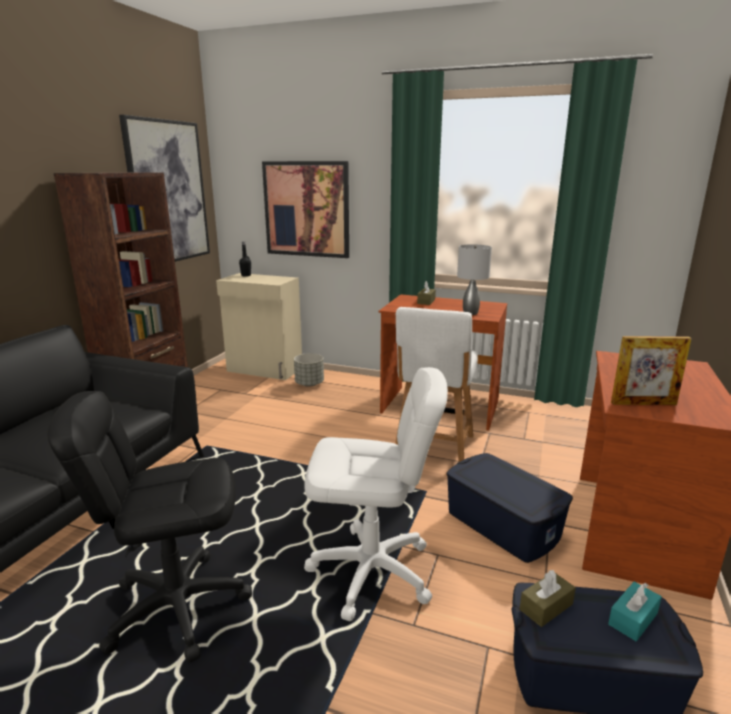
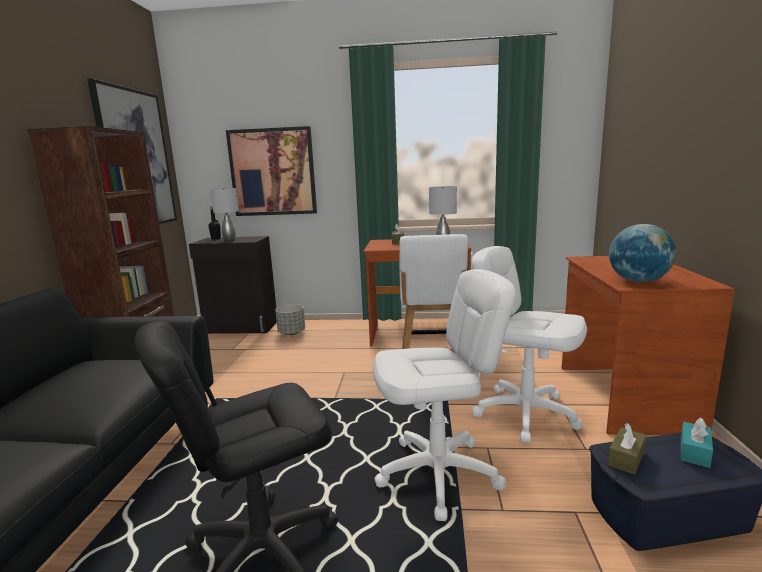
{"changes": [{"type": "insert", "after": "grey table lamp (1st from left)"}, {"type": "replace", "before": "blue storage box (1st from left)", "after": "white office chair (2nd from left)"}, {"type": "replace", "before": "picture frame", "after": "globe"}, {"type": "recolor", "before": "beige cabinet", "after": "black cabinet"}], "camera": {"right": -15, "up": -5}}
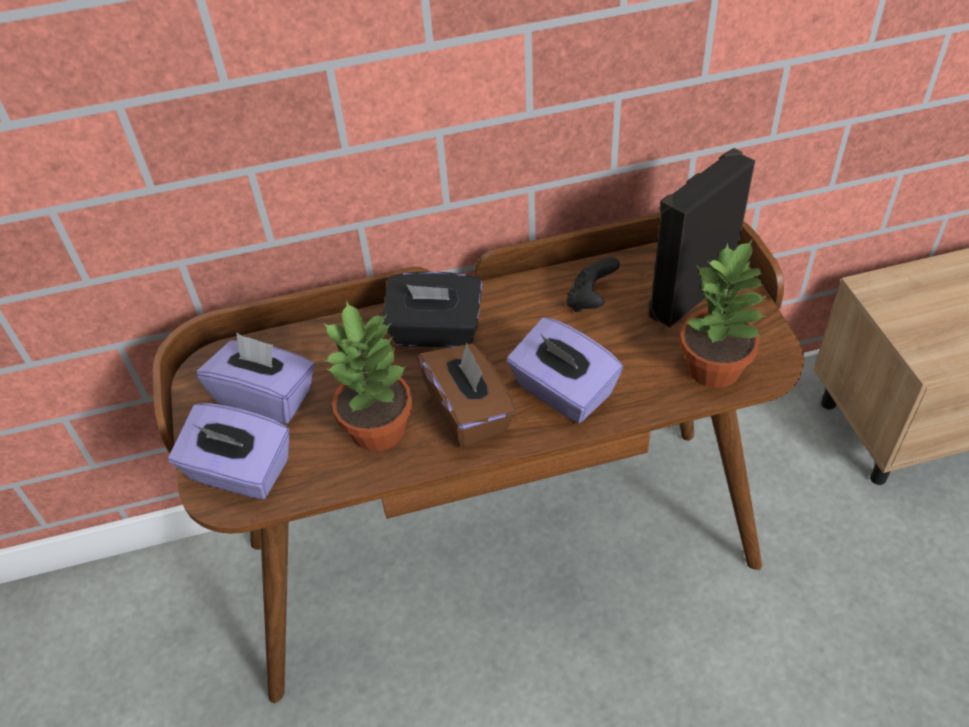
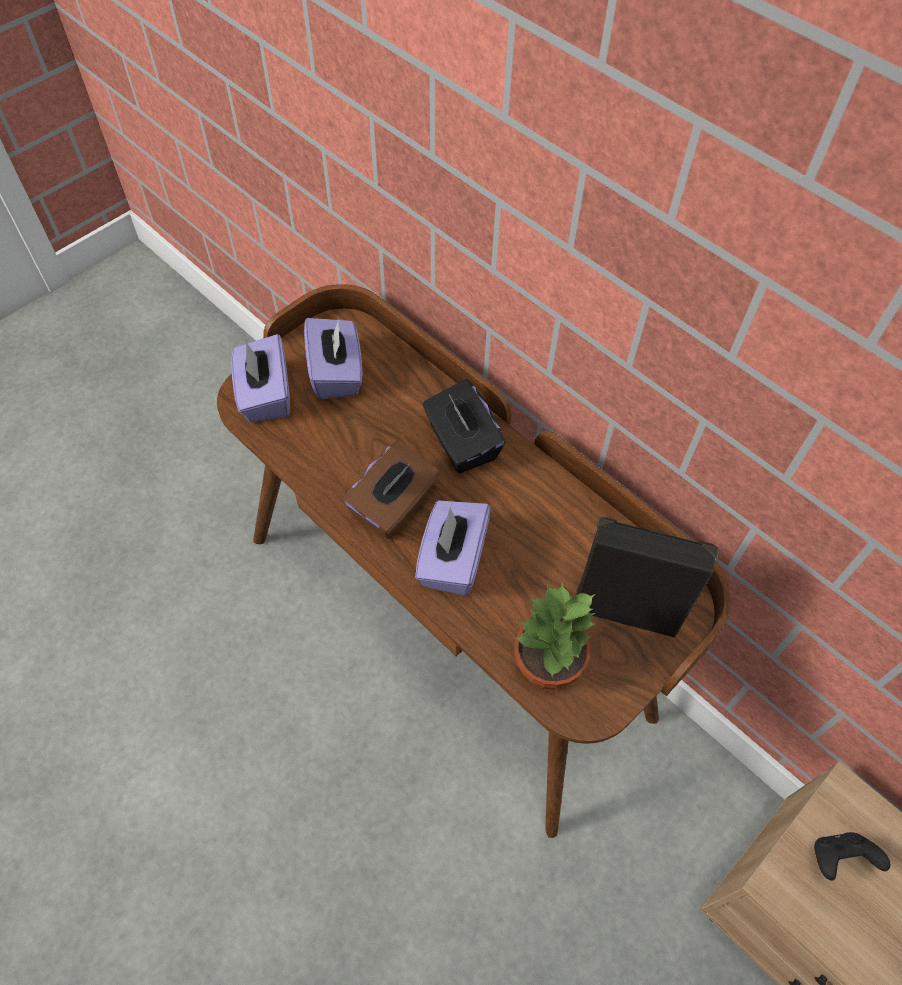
{"changes": [{"type": "delete", "before": "potted plant (1st from left)"}, {"type": "move", "before": "black game controller"}], "camera": {"right": 55, "up": 10}}
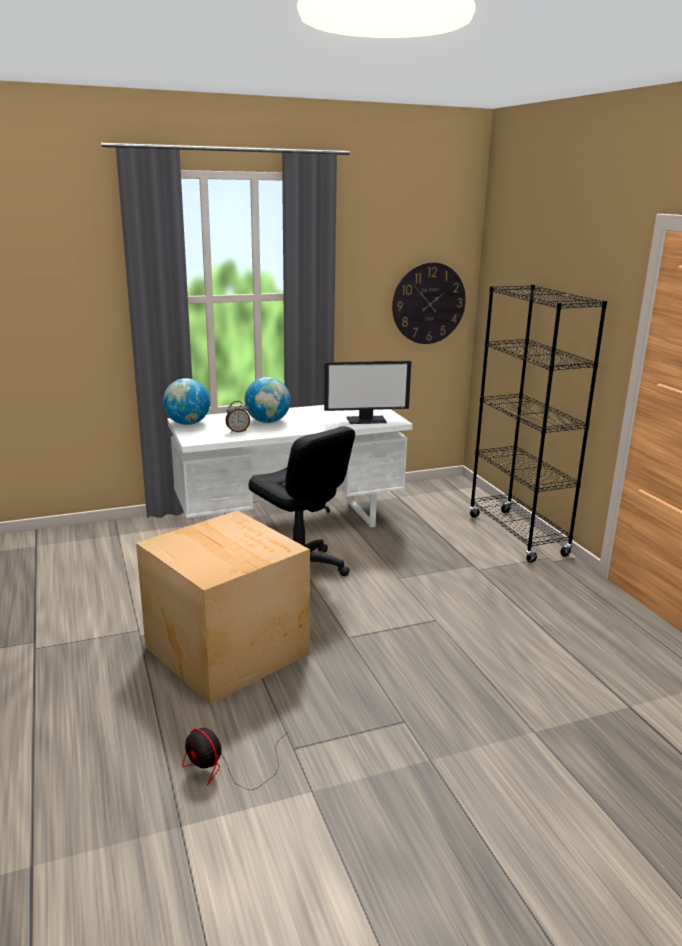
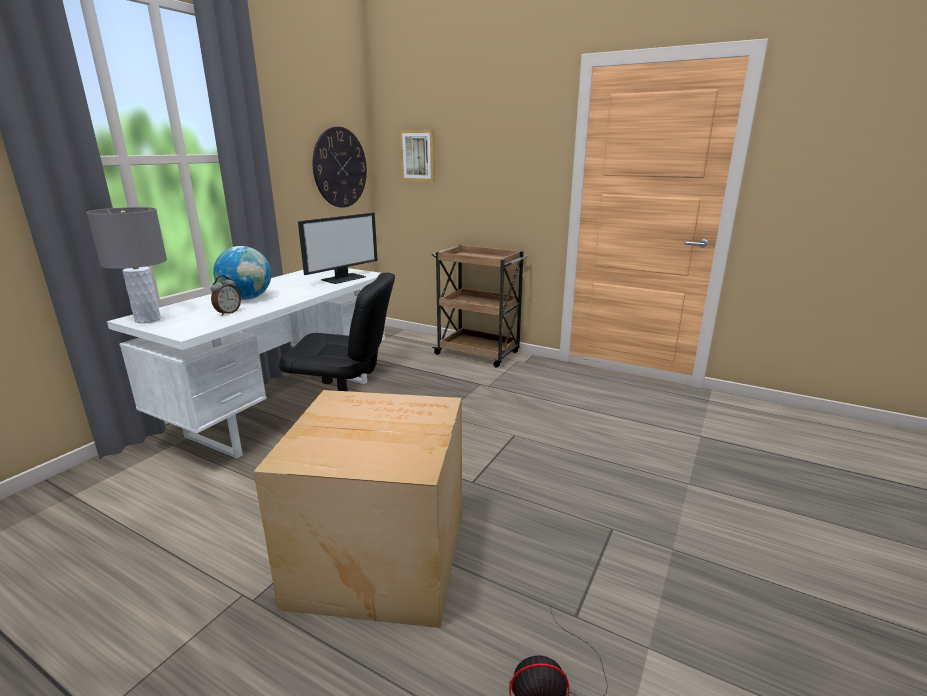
{"changes": [{"type": "insert", "after": "picture"}, {"type": "replace", "before": "globe (1st from left)", "after": "grey table lamp"}, {"type": "replace", "before": "black bookcase", "after": "brown cart"}], "camera": {"right": -40, "up": 0}}
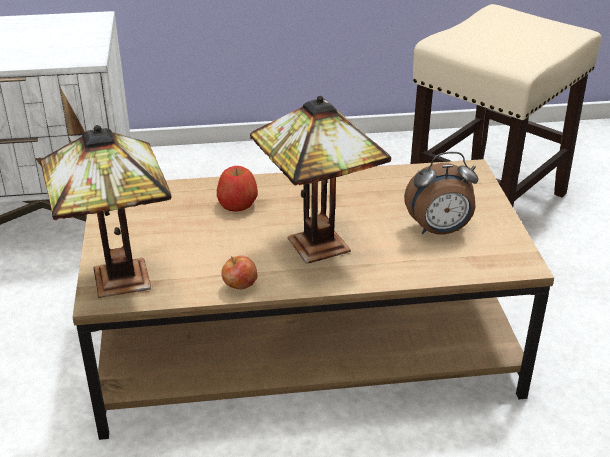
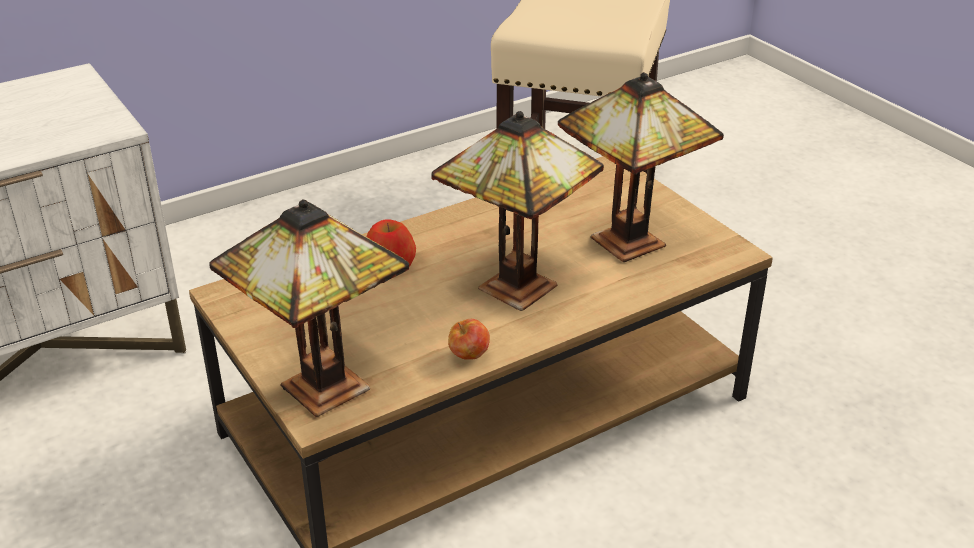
{"changes": [{"type": "replace", "before": "alarm clock", "after": "table lamp (3rd from left)"}], "camera": {"right": -25, "up": 0}}
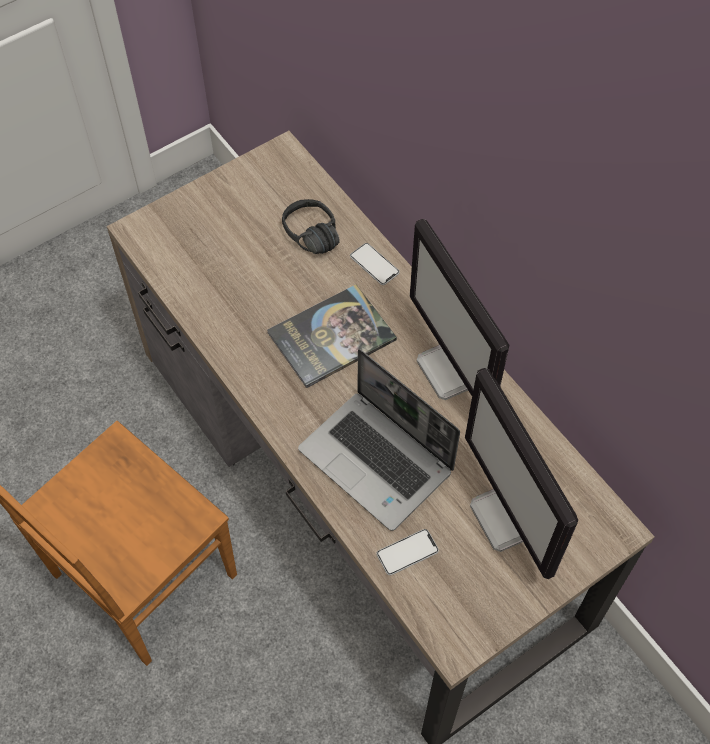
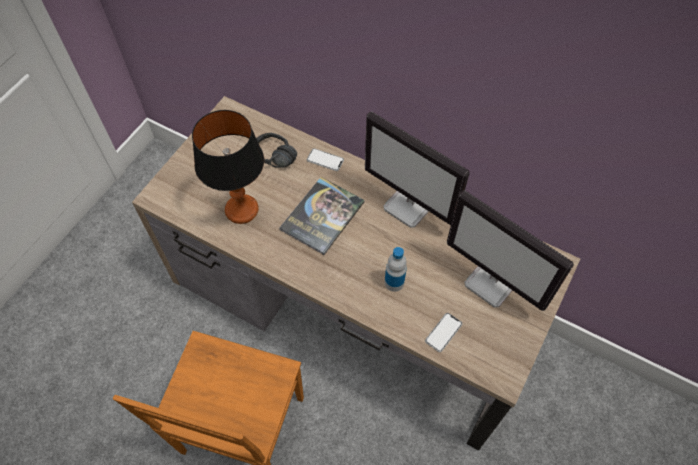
{"changes": [{"type": "insert", "after": "table lamp"}, {"type": "replace", "before": "laptop", "after": "bottle"}], "camera": {"right": -25, "up": 0}}
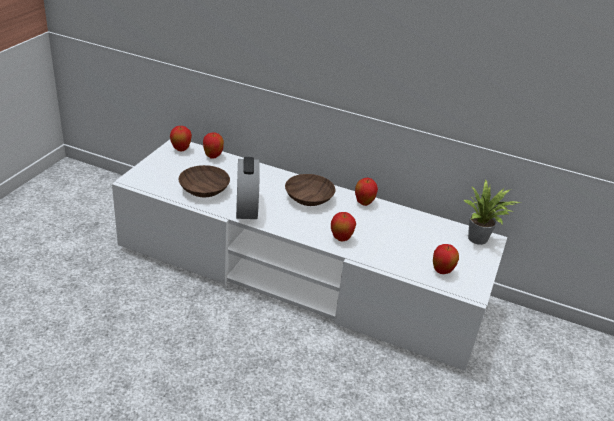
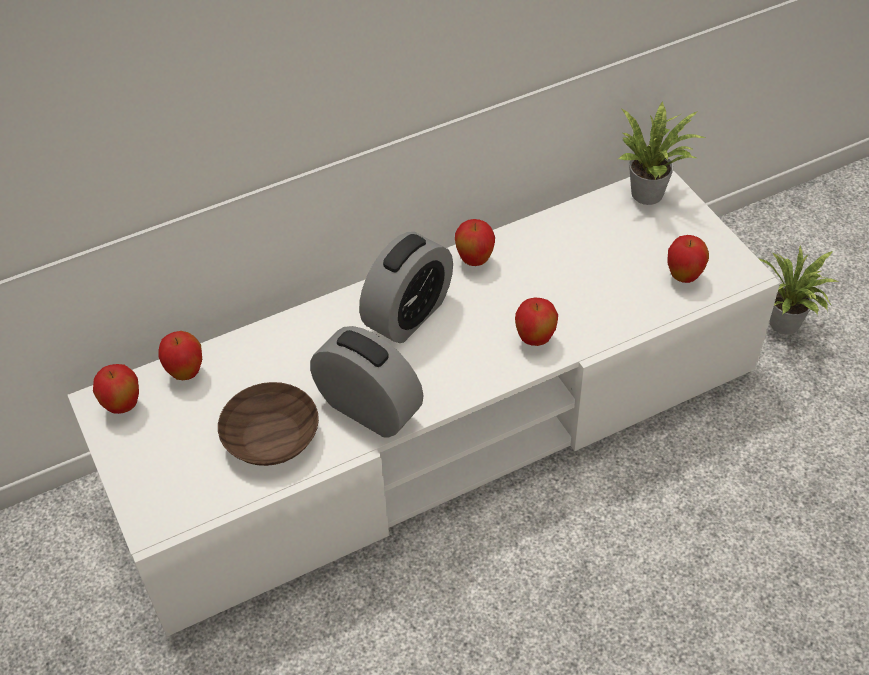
{"changes": [{"type": "insert", "after": "potted plant (2nd from left)"}, {"type": "replace", "before": "brown bowl (2nd from left)", "after": "alarm clock (2nd from left)"}], "camera": {"right": -45, "up": 15}}
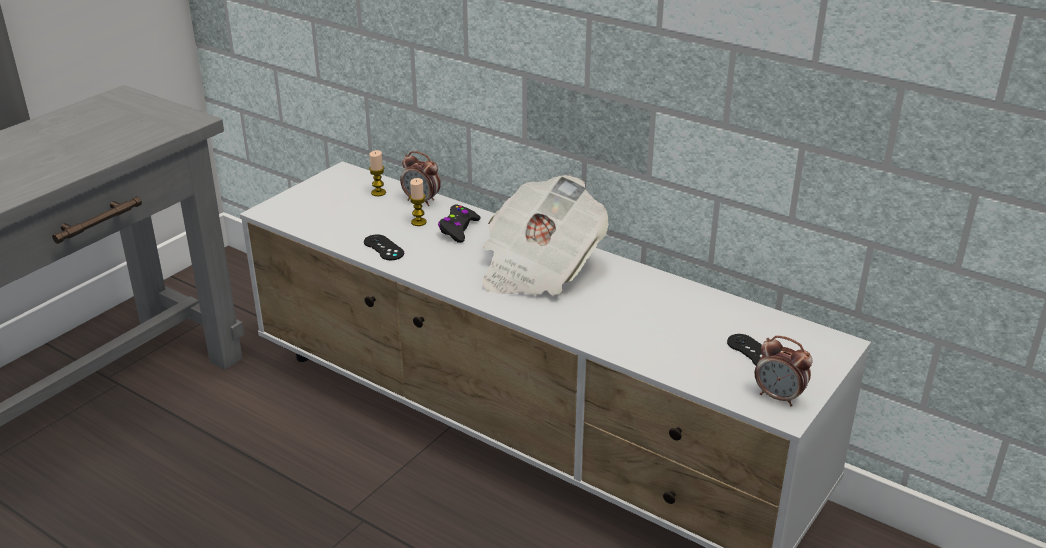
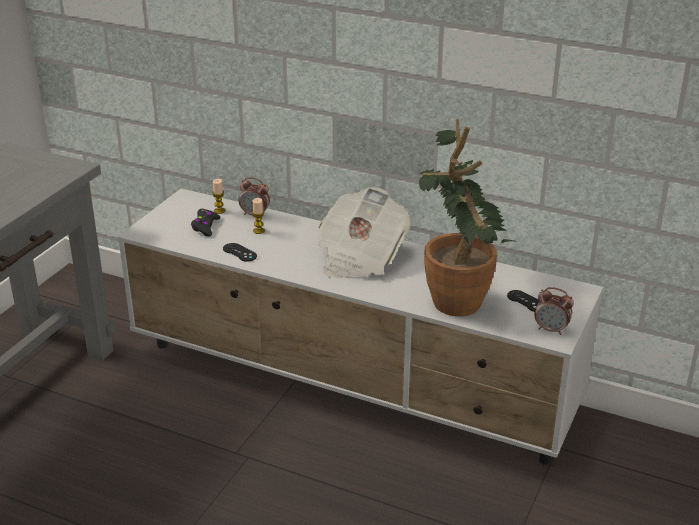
{"changes": [{"type": "insert", "after": "potted plant"}, {"type": "move", "before": "black game controller (2nd from left in the first image)", "after": "black game controller (1st from left)"}], "camera": {"right": -10, "up": 0}}
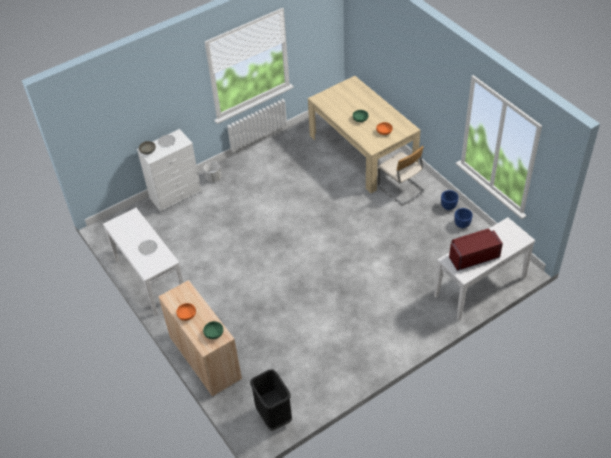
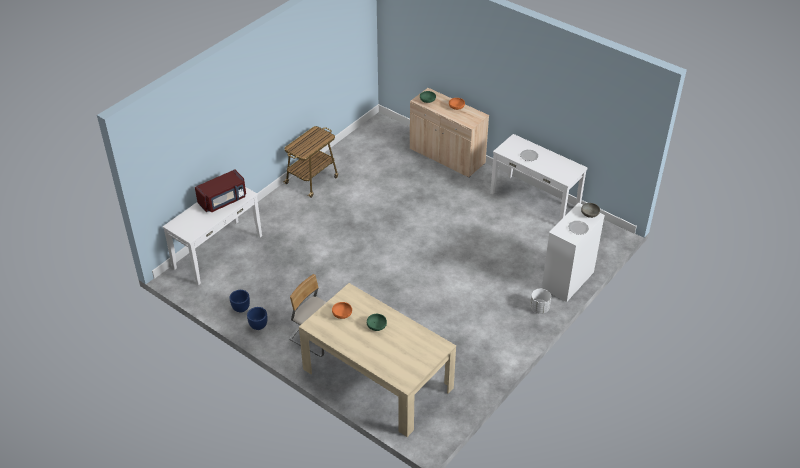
{"changes": [{"type": "delete", "before": "black trash can"}, {"type": "insert", "after": "cart"}], "camera": {"right": 160, "up": -5}}
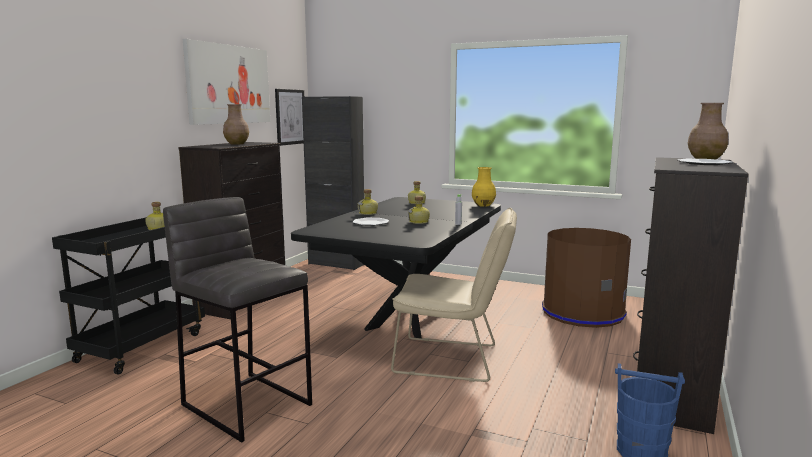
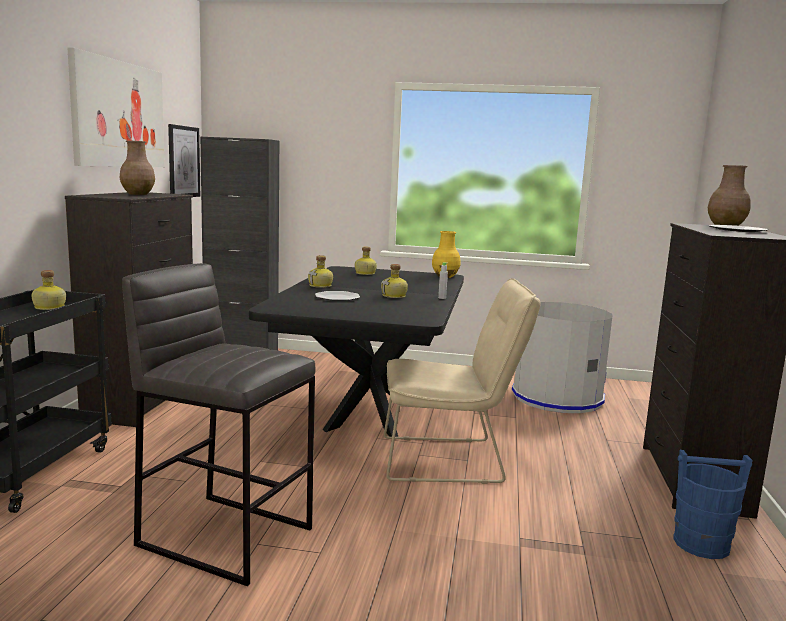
{"changes": [{"type": "recolor", "before": "brown trash can", "after": "grey trash can"}], "camera": {"right": -15, "up": 0}}
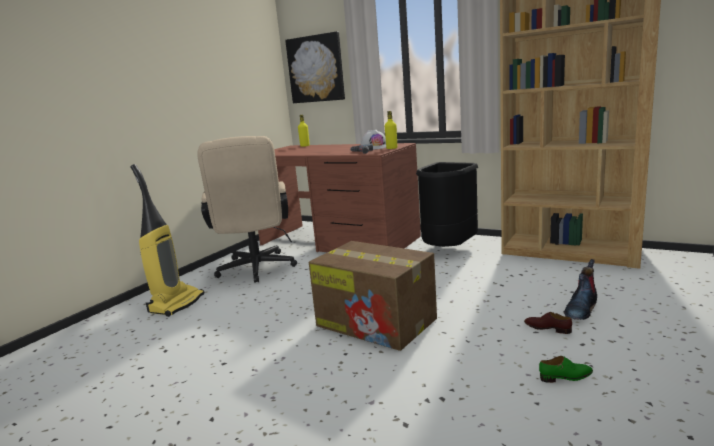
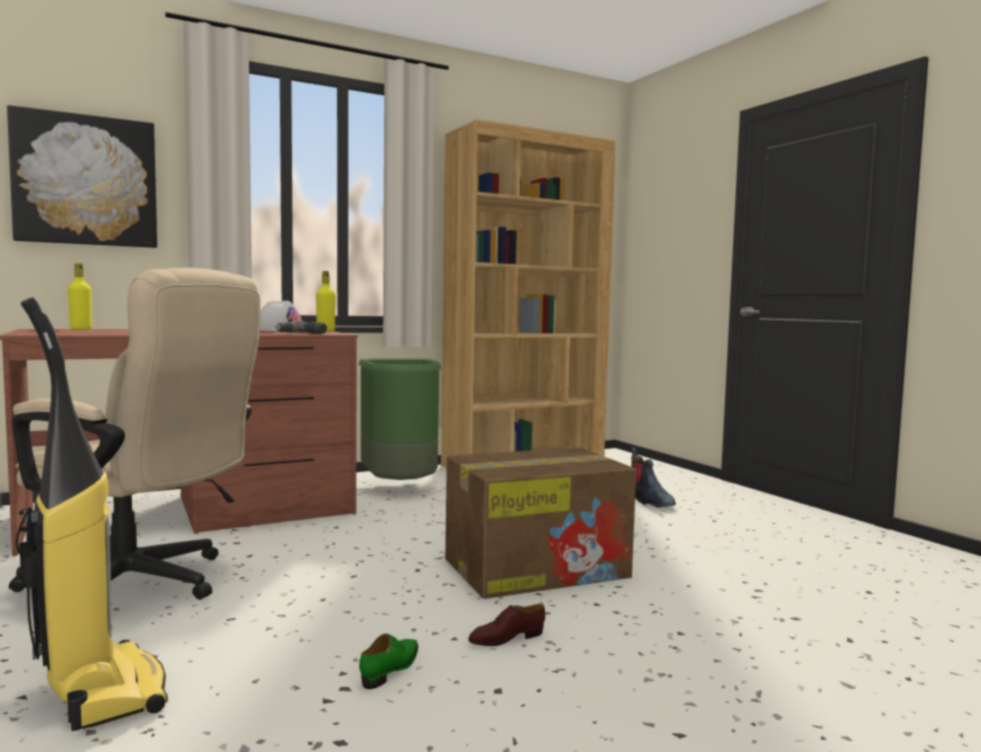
{"changes": [{"type": "move", "before": "brown shoe"}, {"type": "move", "before": "green shoe"}, {"type": "recolor", "before": "black trash can", "after": "green trash can"}], "camera": {"right": -60, "up": -10}}
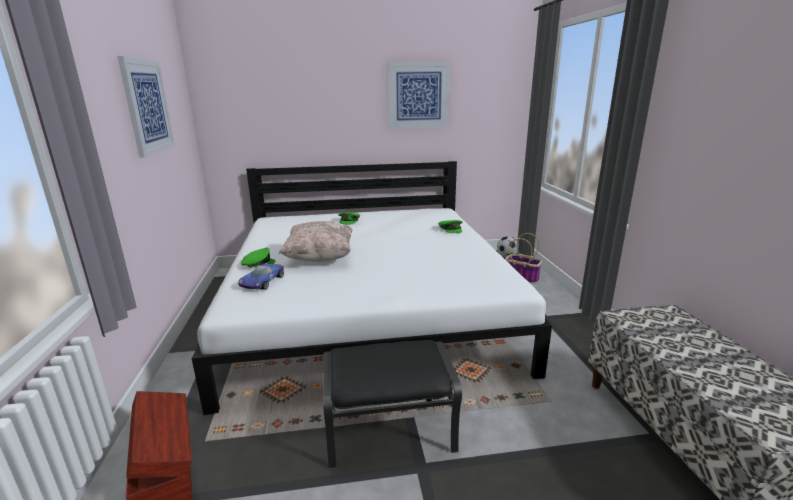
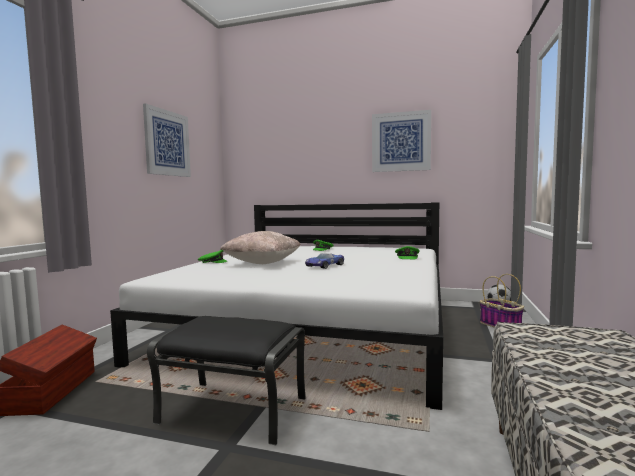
{"changes": [{"type": "move", "before": "toy car"}], "camera": {"right": 25, "up": -15}}
